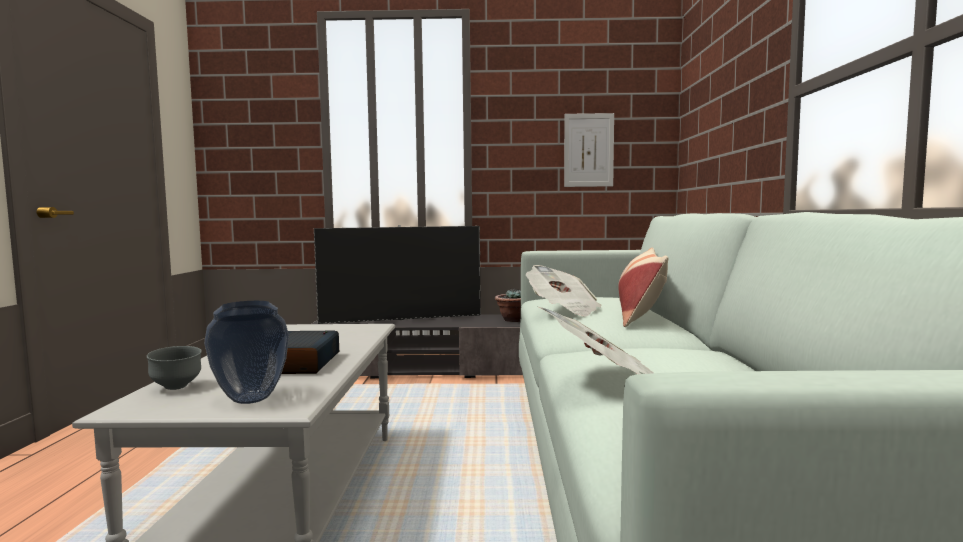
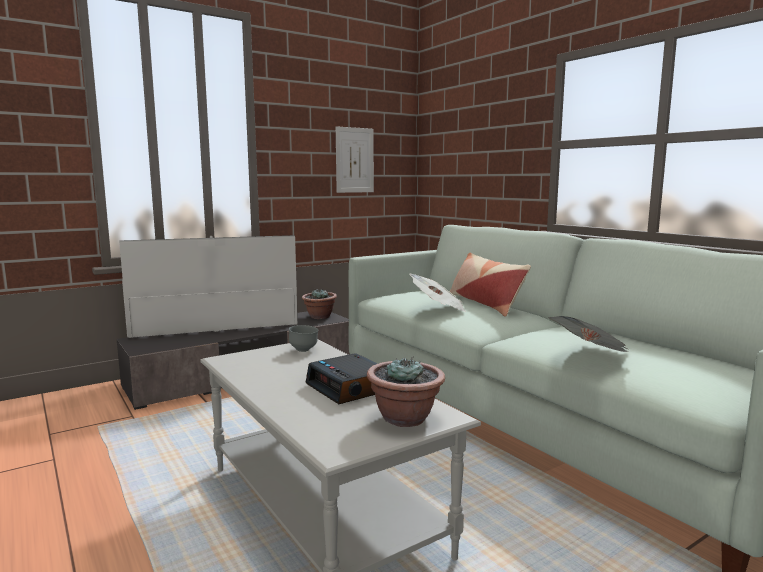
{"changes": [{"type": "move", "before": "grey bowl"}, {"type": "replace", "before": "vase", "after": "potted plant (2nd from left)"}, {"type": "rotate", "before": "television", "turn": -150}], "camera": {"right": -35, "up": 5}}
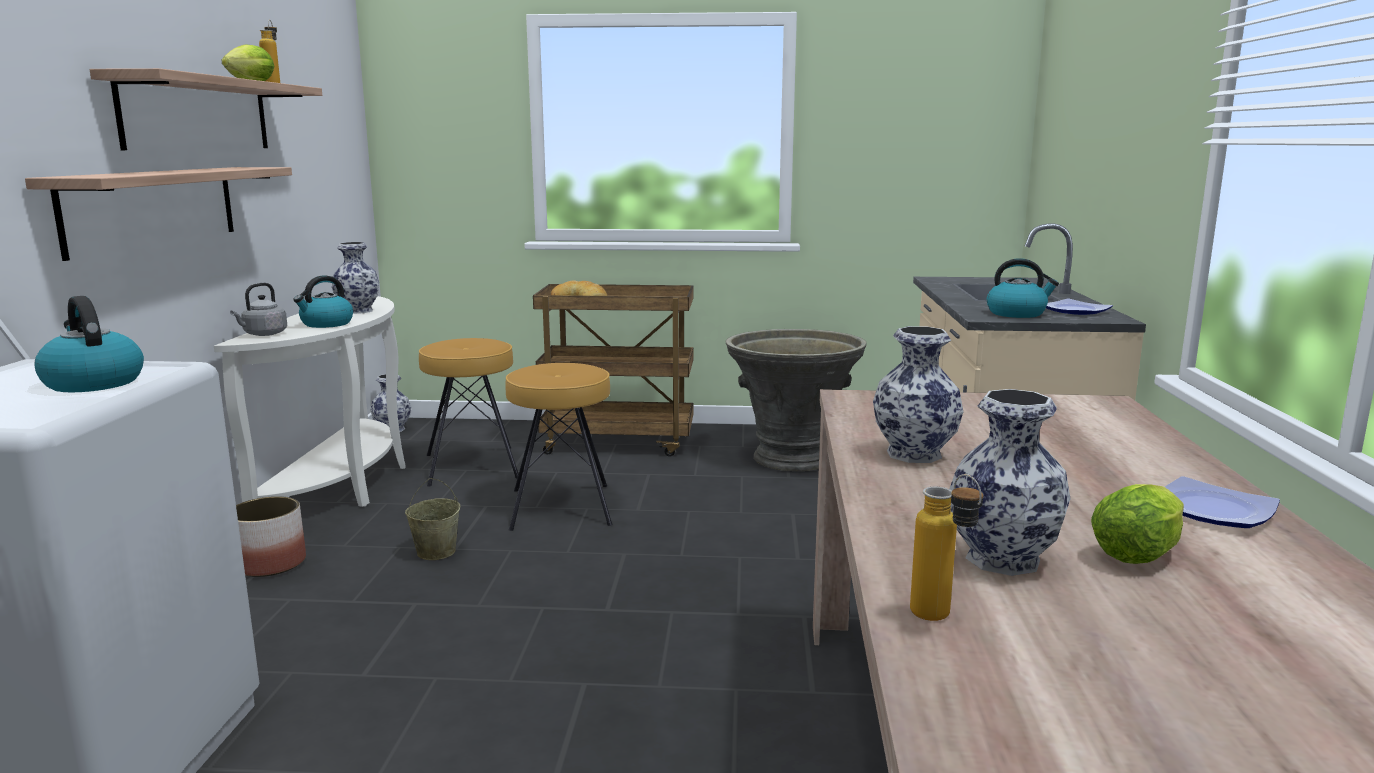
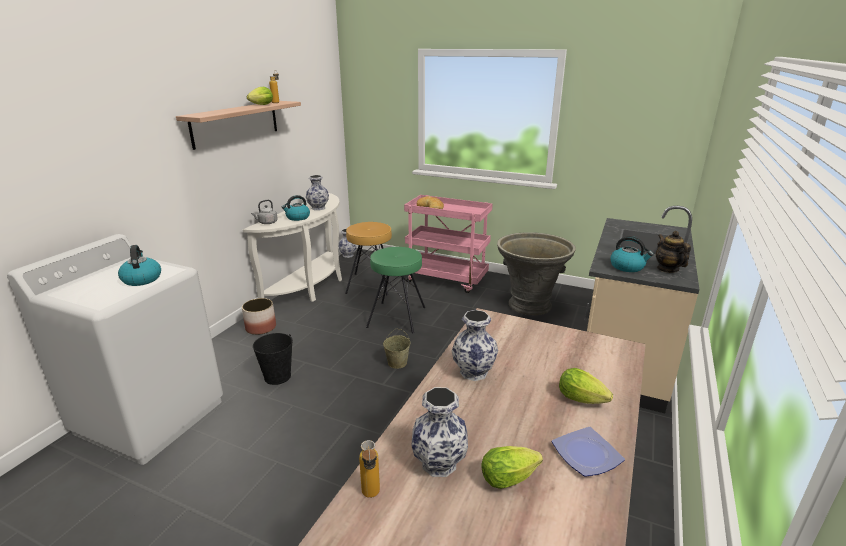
{"changes": [{"type": "delete", "before": "shelf (1st from left)"}, {"type": "insert", "after": "black bucket"}, {"type": "insert", "after": "lettuce (3rd from left)"}, {"type": "move", "before": "beige bucket"}, {"type": "replace", "before": "plate (1st from left)", "after": "teapot"}, {"type": "recolor", "before": "brown stool (2nd from left)", "after": "green stool"}, {"type": "recolor", "before": "brown cart", "after": "pink cart"}], "camera": {"right": 20, "up": 10}}
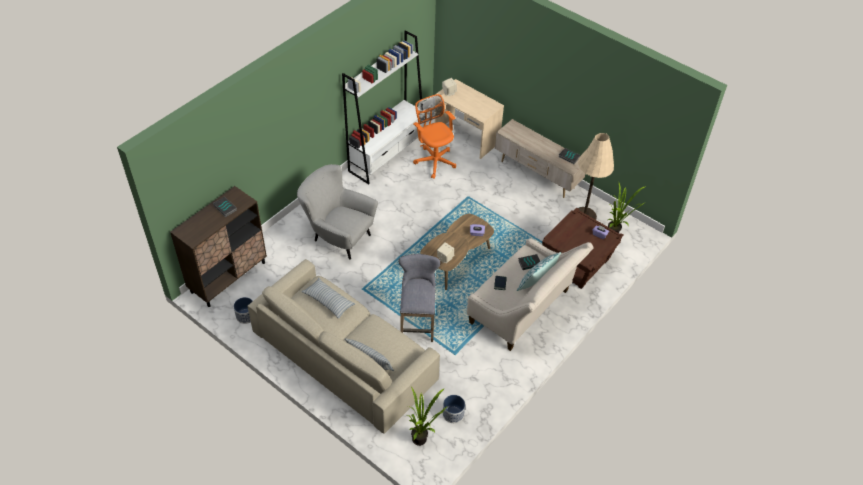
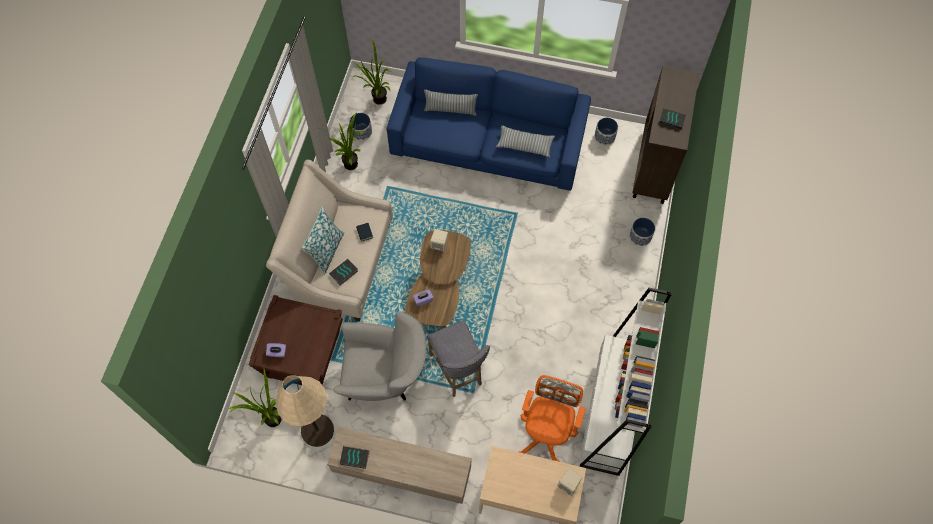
{"changes": [{"type": "insert", "after": "potted plant (2nd from left)"}, {"type": "insert", "after": "planter (3rd from left)"}, {"type": "move", "before": "grey armchair"}, {"type": "move", "before": "grey stool"}, {"type": "recolor", "before": "beige sofa (1st from left)", "after": "blue sofa"}, {"type": "rotate", "before": "orange office chair", "turn": -105}], "camera": {"right": 155, "up": 15}}
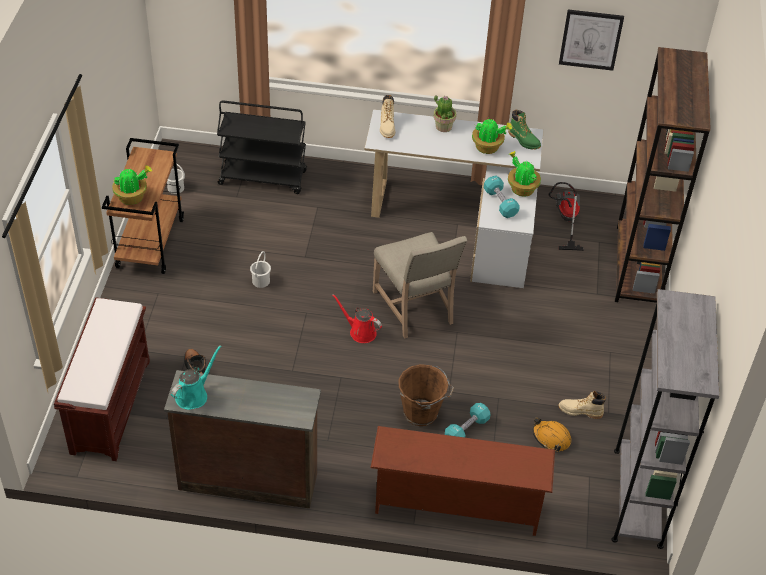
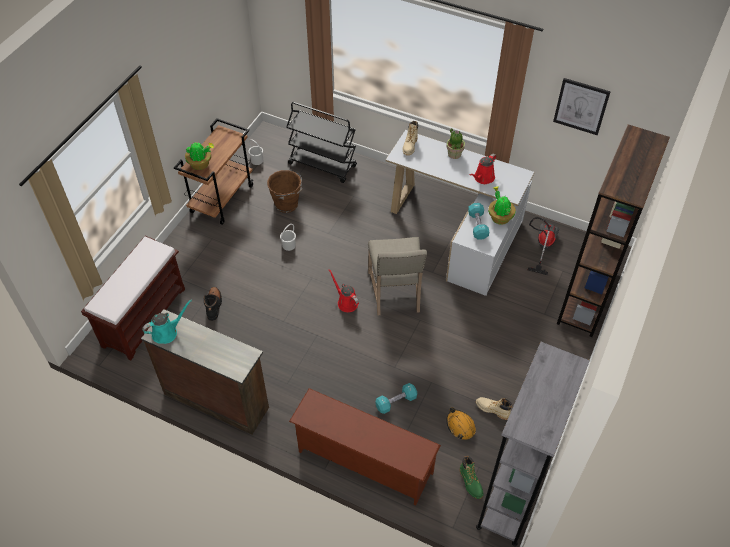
{"changes": [{"type": "move", "before": "brown bucket"}, {"type": "move", "before": "green boot"}, {"type": "replace", "before": "potted plant (3rd from left)", "after": "red watering can (2nd from left)"}], "camera": {"right": 20, "up": 5}}
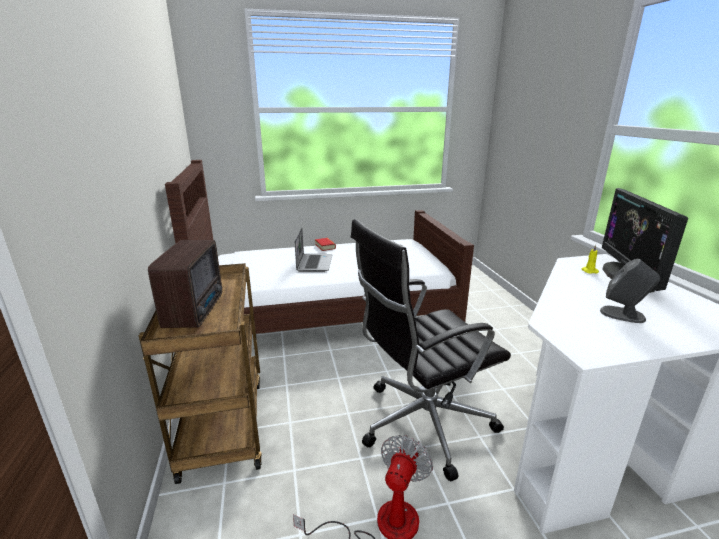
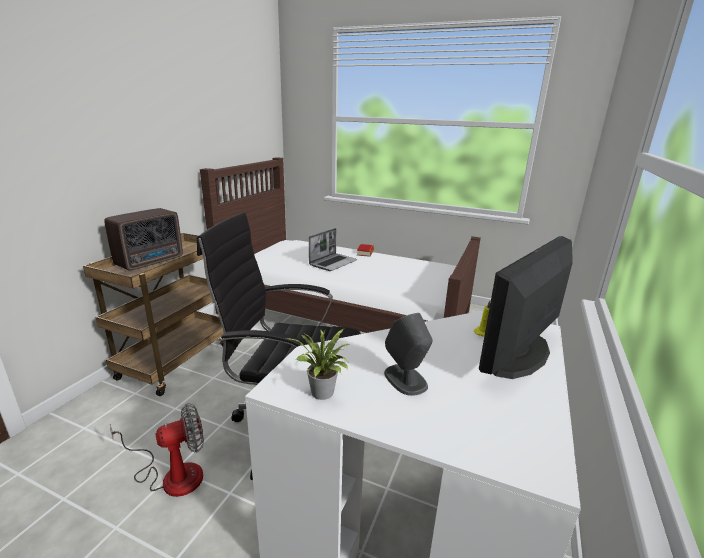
{"changes": [{"type": "insert", "after": "potted plant"}], "camera": {"right": 35, "up": 0}}
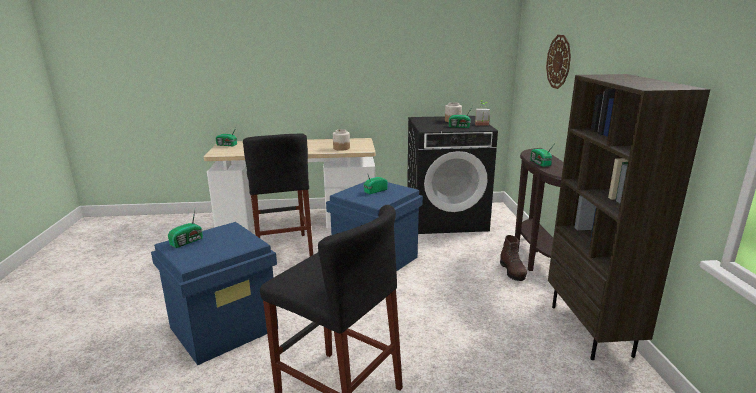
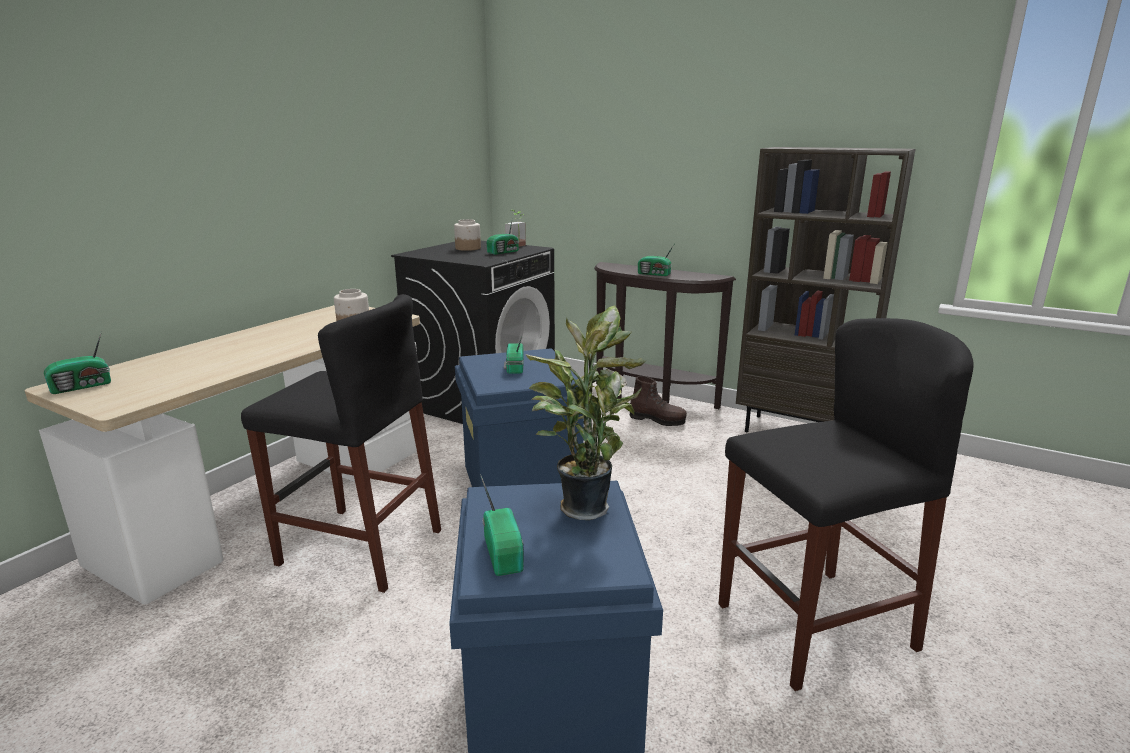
{"changes": [{"type": "delete", "before": "wall clock"}, {"type": "insert", "after": "potted plant (2nd from left)"}], "camera": {"right": -55, "up": 0}}
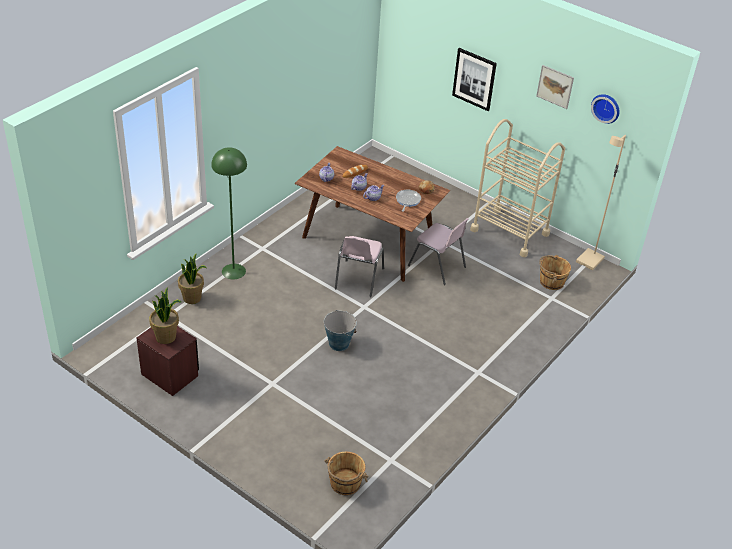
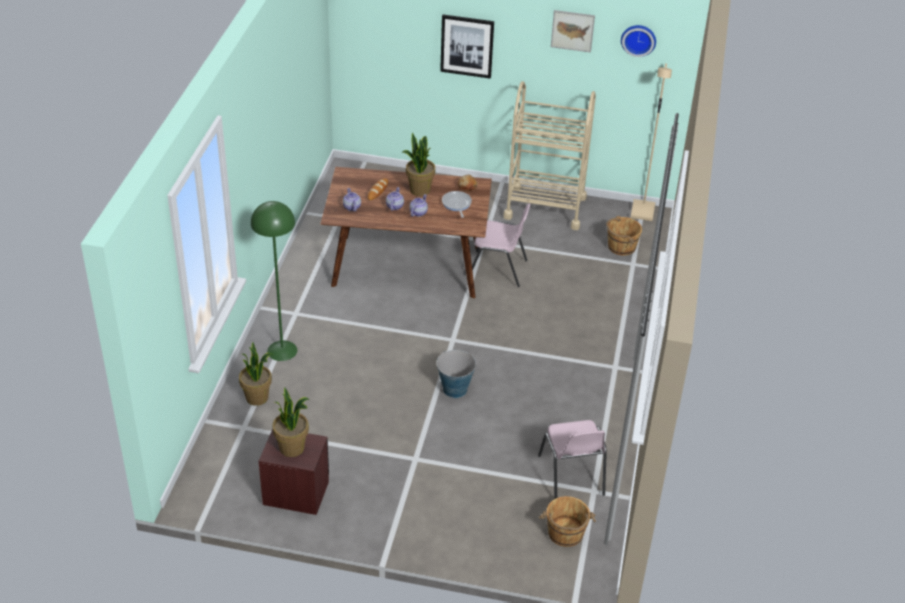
{"changes": [{"type": "insert", "after": "potted plant (3rd from left)"}, {"type": "move", "before": "pink chair (1st from left in the first image)", "after": "pink chair (2nd from left)"}], "camera": {"right": -25, "up": 0}}
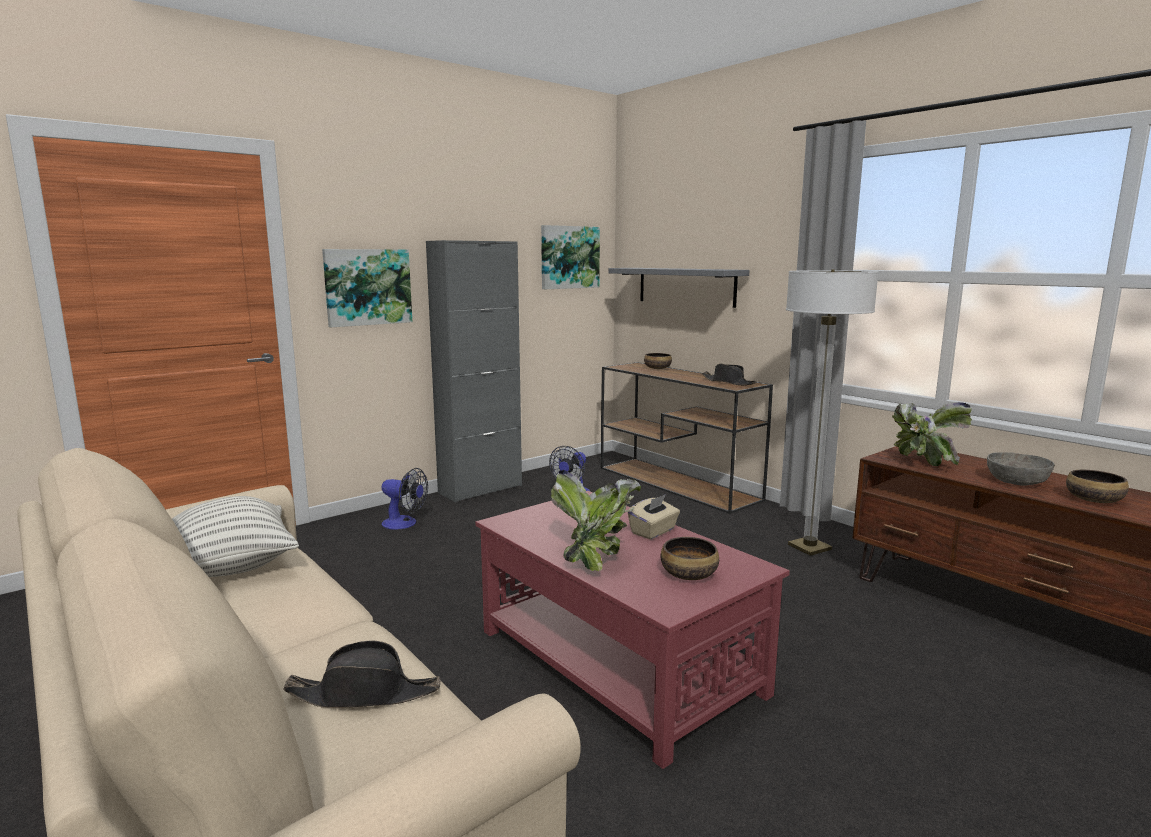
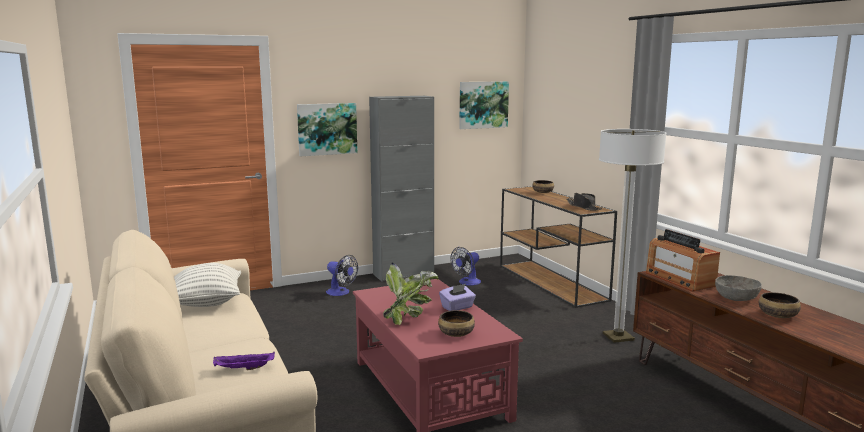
{"changes": [{"type": "delete", "before": "grey shelf"}, {"type": "replace", "before": "black hat (1st from left)", "after": "purple tray"}, {"type": "replace", "before": "potted plant (2nd from left)", "after": "radio"}, {"type": "recolor", "before": "beige tissue box", "after": "purple tissue box"}], "camera": {"right": 15, "up": 0}}
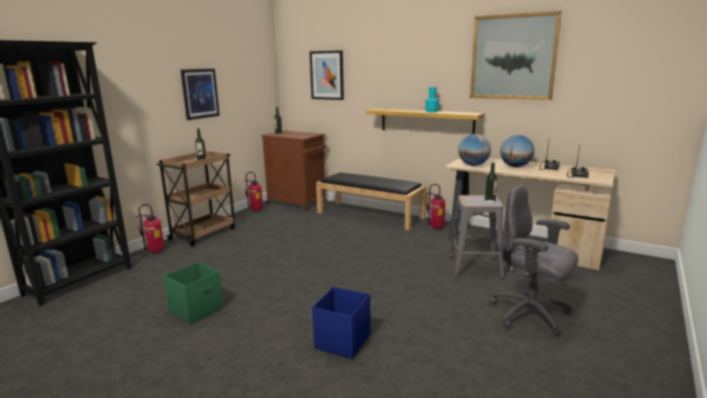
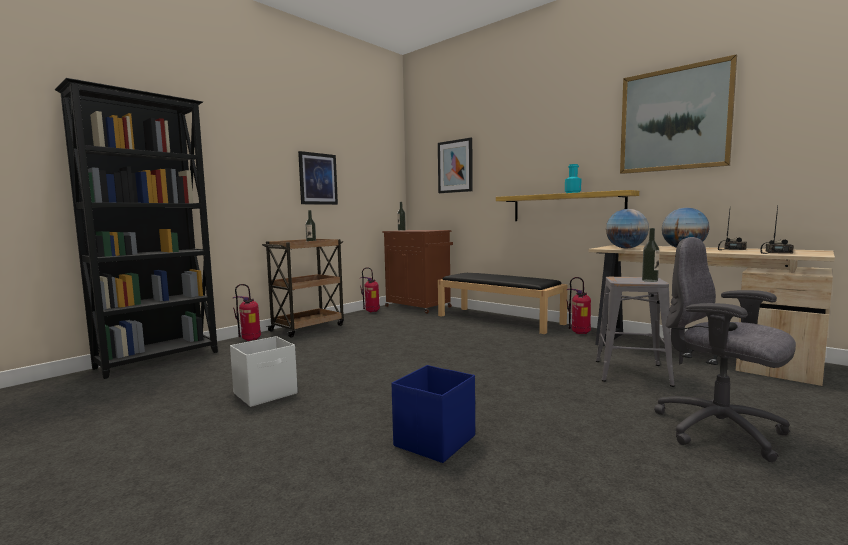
{"changes": [{"type": "recolor", "before": "green storage box", "after": "white storage box"}], "camera": {"right": 10, "up": -10}}
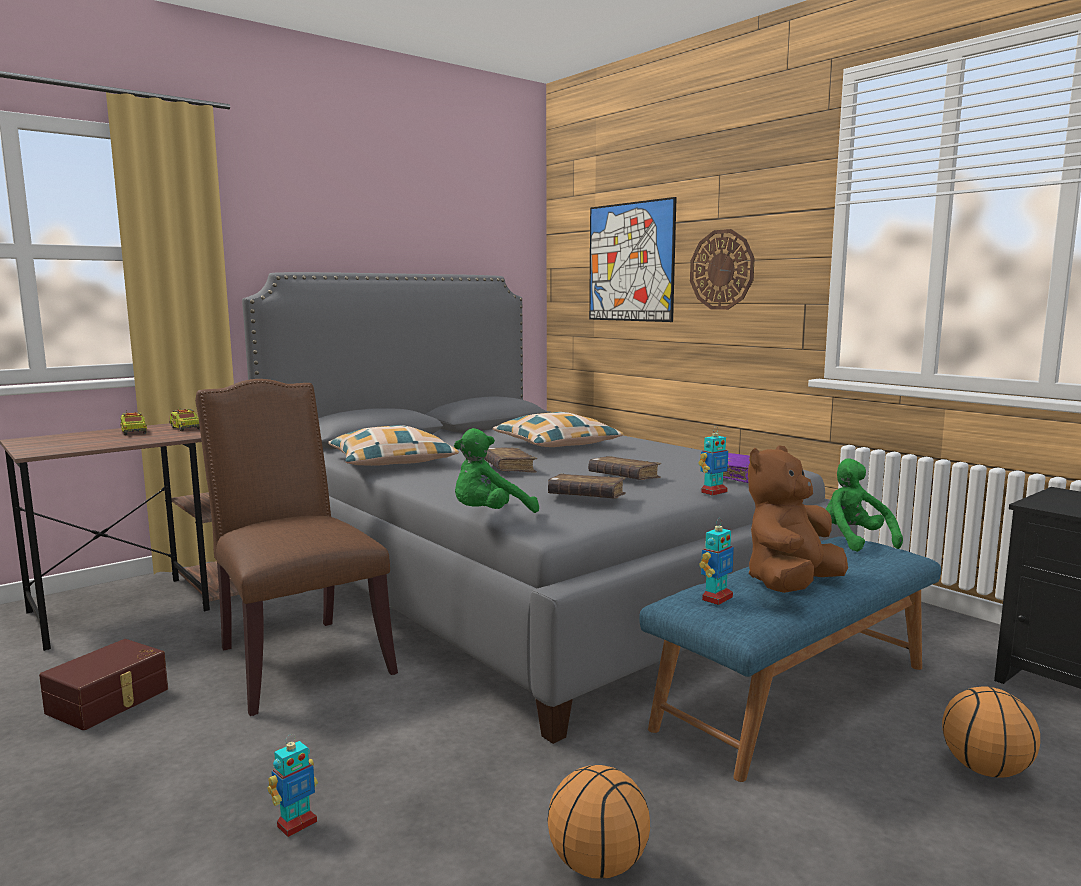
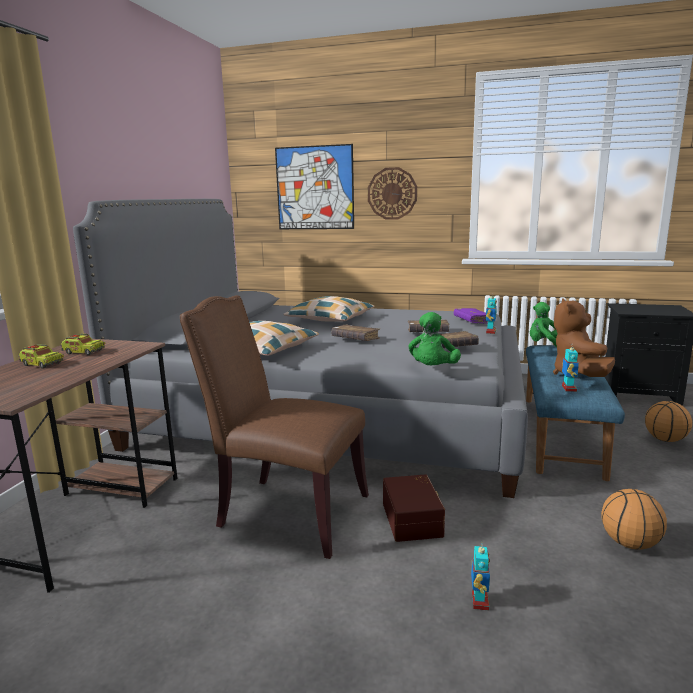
{"changes": [{"type": "move", "before": "brown storage box"}], "camera": {"right": -35, "up": 5}}
